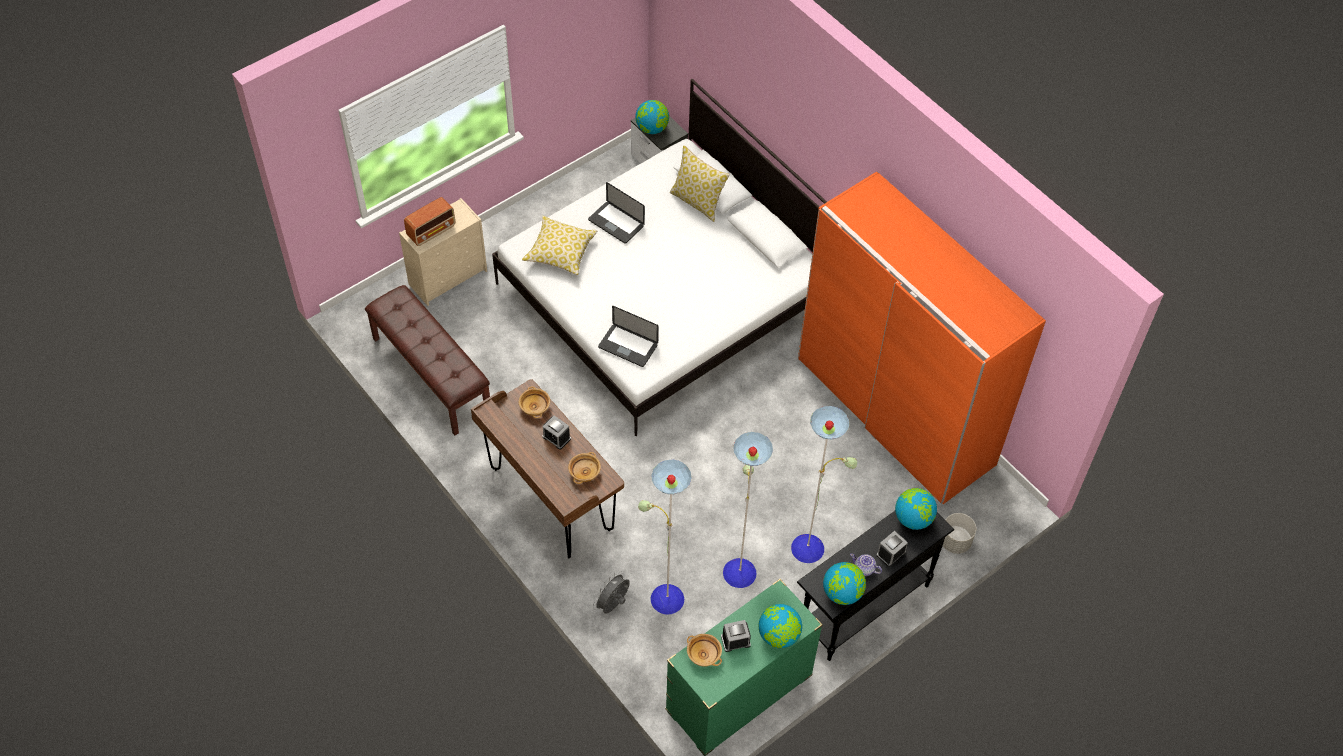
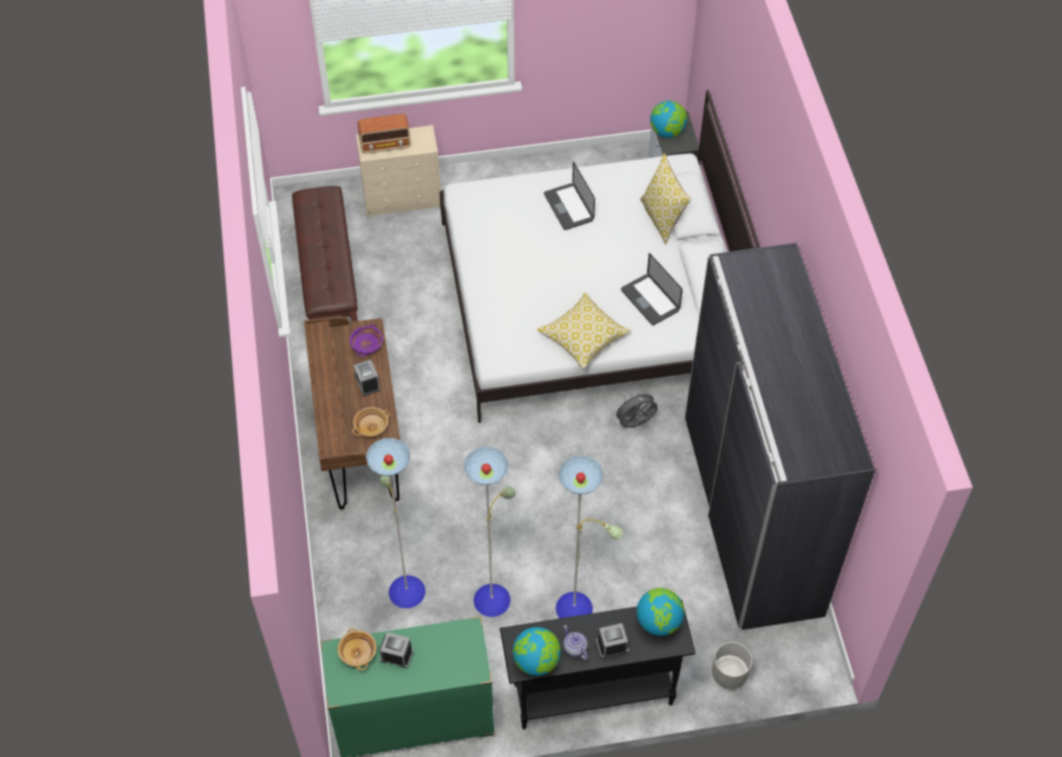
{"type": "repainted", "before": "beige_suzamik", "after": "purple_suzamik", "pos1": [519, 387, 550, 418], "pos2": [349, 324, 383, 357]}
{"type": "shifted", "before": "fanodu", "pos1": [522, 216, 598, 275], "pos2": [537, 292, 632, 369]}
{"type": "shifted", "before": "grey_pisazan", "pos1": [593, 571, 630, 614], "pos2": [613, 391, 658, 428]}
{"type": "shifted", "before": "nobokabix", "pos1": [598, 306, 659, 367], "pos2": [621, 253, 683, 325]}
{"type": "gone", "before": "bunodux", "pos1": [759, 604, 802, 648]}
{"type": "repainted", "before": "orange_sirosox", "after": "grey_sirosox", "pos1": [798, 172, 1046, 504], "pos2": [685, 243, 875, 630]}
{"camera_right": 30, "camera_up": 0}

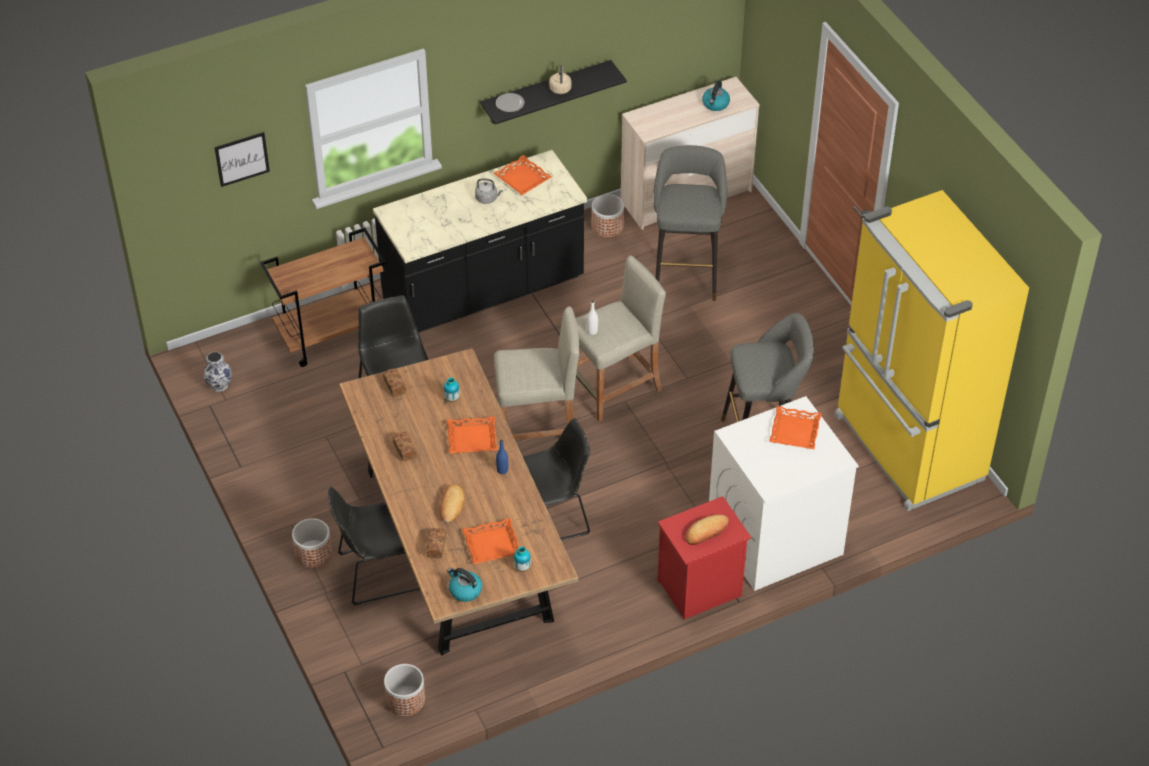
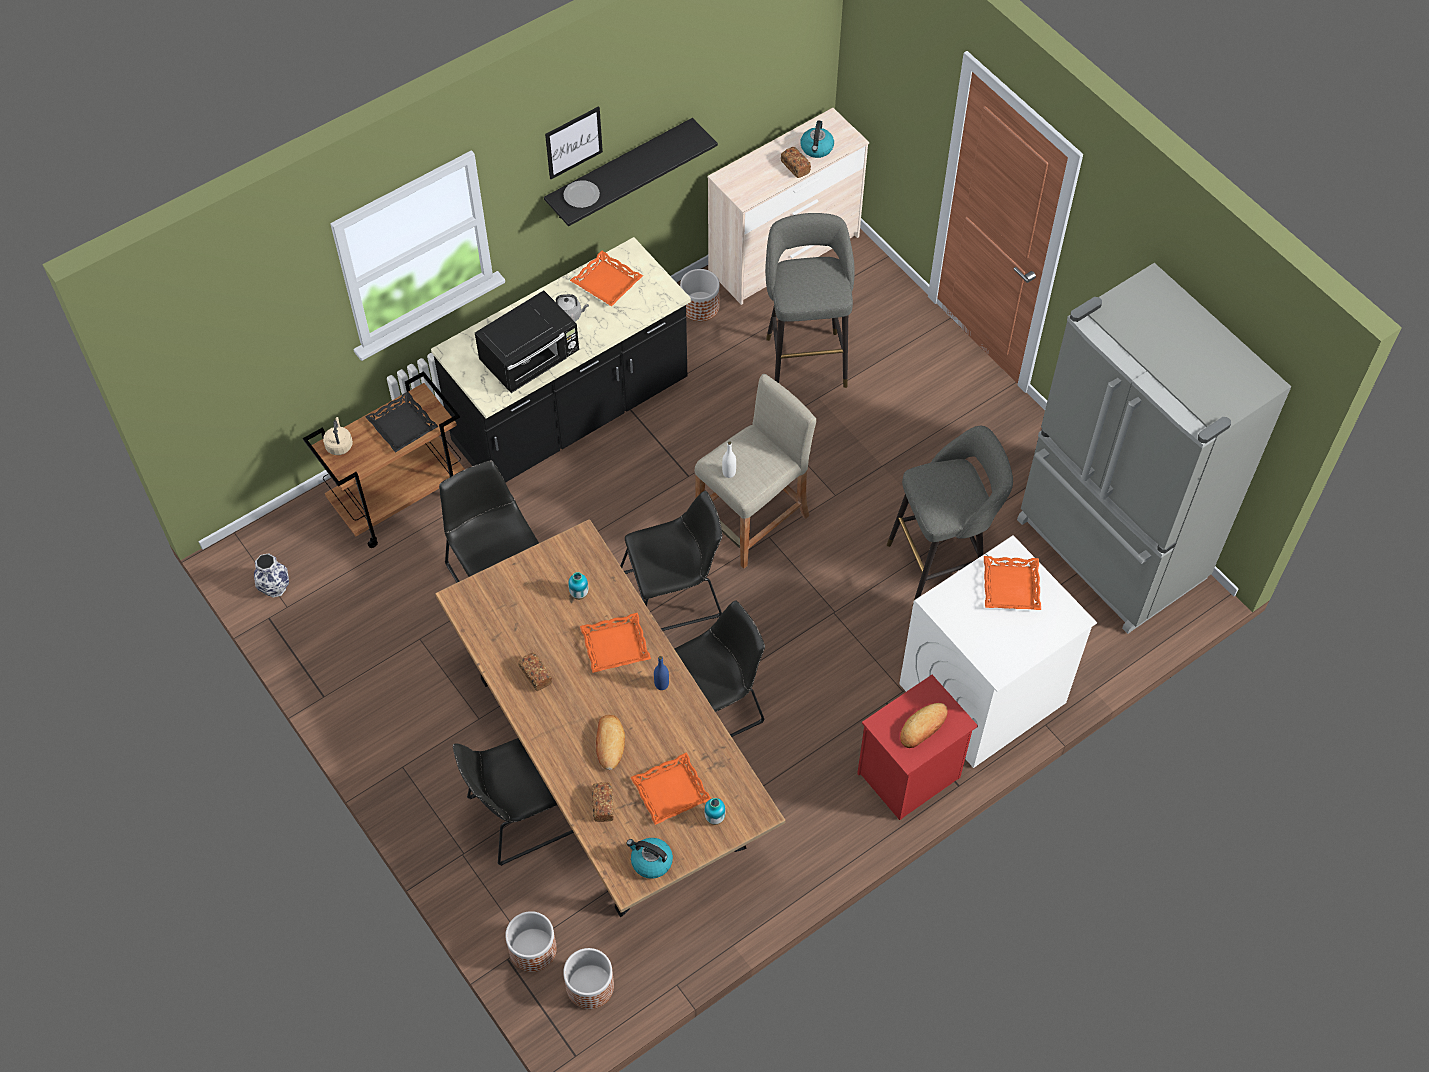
{"type": "shifted", "before": "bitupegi", "pos1": [215, 132, 270, 187], "pos2": [545, 106, 603, 179]}
{"type": "shifted", "before": "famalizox", "pos1": [292, 518, 332, 568], "pos2": [505, 911, 557, 972]}
{"type": "shifted", "before": "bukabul", "pos1": [383, 368, 406, 397], "pos2": [781, 147, 811, 178]}
{"type": "swapped", "before": "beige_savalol", "after": "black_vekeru", "pos1": [494, 306, 579, 439], "pos2": [620, 491, 722, 631]}
{"type": "shifted", "before": "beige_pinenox", "pos1": [549, 65, 572, 94], "pos2": [323, 417, 353, 455]}
{"type": "repainted", "before": "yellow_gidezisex", "after": "grey_gidezisex", "pos1": [835, 190, 1029, 511], "pos2": [1017, 263, 1291, 634]}
{"type": "new", "after": "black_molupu", "pos2": [365, 391, 439, 453]}
{"type": "new", "after": "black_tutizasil", "pos2": [475, 290, 579, 393]}
{"camera_right": -10, "camera_up": 10}

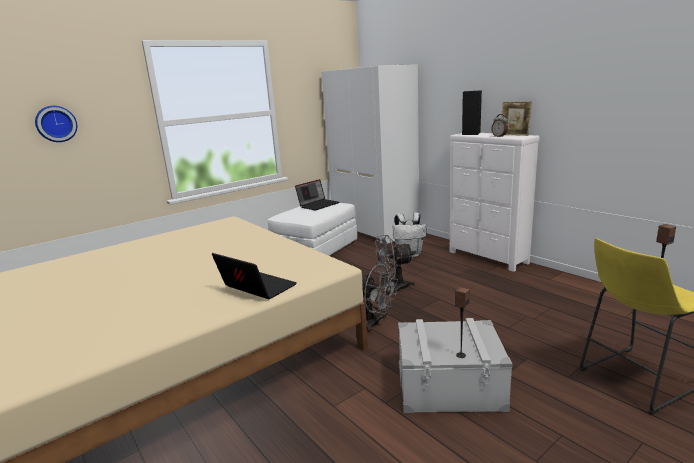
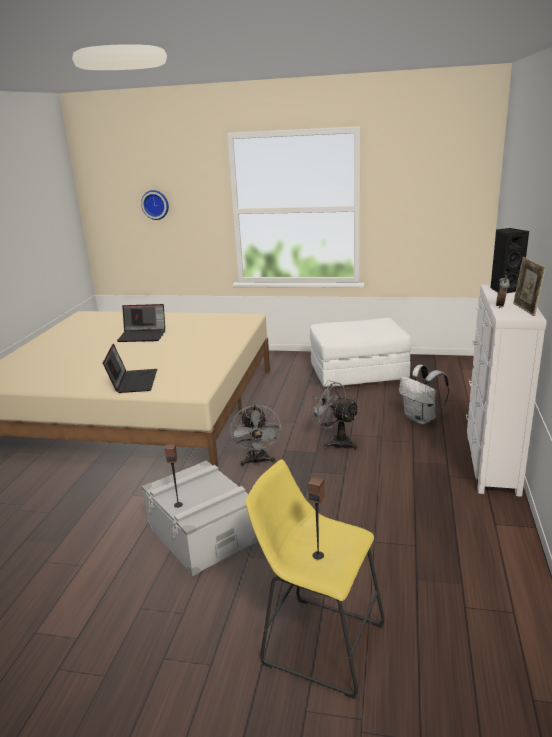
{"type": "shifted", "before": "nobokabix", "pos1": [295, 179, 339, 211], "pos2": [117, 304, 165, 342]}
{"type": "gone", "before": "white_sirosox", "pos1": [321, 64, 420, 244]}
{"camera_right": 50, "camera_up": 5}

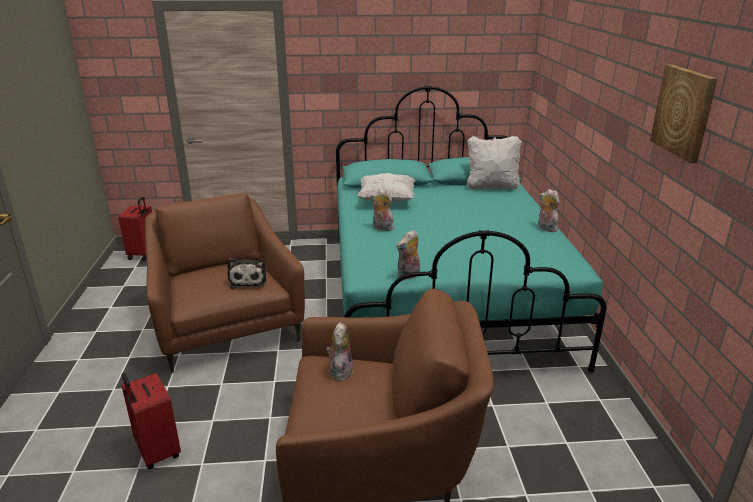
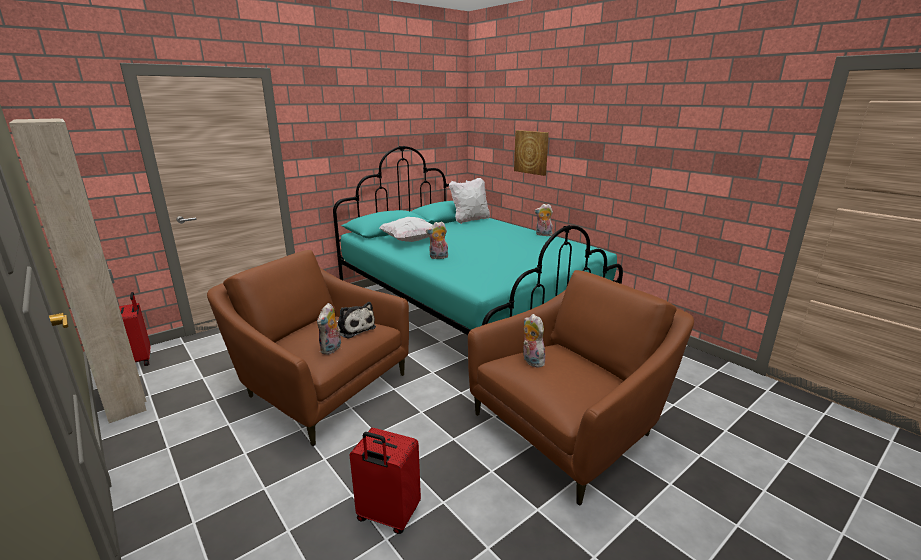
{"type": "shifted", "before": "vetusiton", "pos1": [397, 230, 420, 280], "pos2": [317, 303, 341, 355]}
{"type": "shifted", "before": "bitupegi", "pos1": [650, 64, 718, 163], "pos2": [514, 130, 549, 176]}
{"type": "new", "after": "beige_sirosox", "pos2": [9, 118, 147, 423]}
{"camera_right": -35, "camera_up": -5}

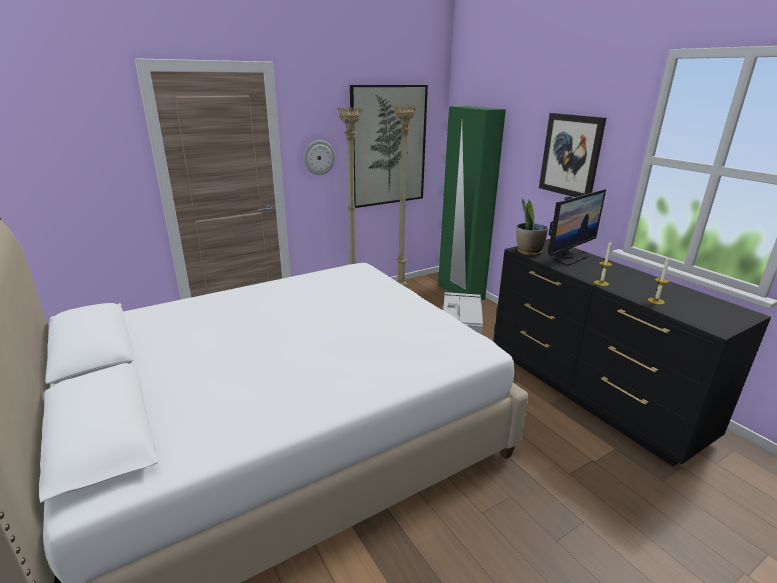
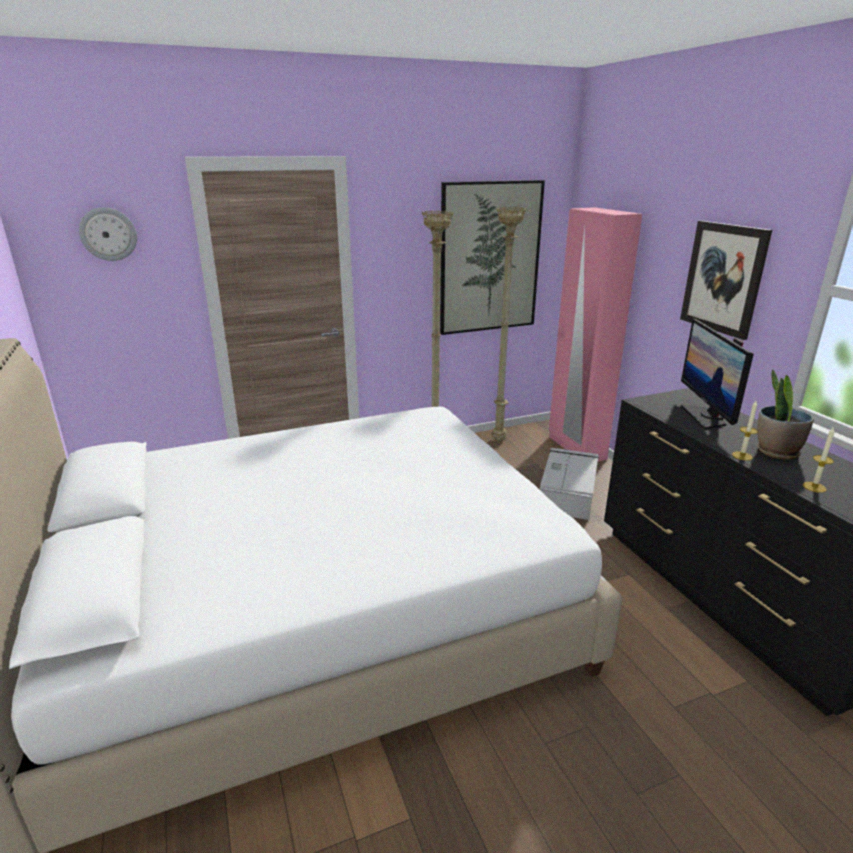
{"type": "shifted", "before": "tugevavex", "pos1": [304, 140, 335, 175], "pos2": [79, 207, 137, 261]}
{"type": "repainted", "before": "green_sirosox", "after": "pink_sirosox", "pos1": [438, 106, 506, 300], "pos2": [549, 207, 642, 462]}
{"type": "shifted", "before": "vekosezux", "pos1": [516, 198, 548, 256], "pos2": [757, 370, 814, 460]}
{"type": "rotated", "before": "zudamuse", "pos1": [548, 189, 606, 266], "pos2": [681, 319, 754, 429], "turn": 120}
{"camera_right": 10, "camera_up": 0}

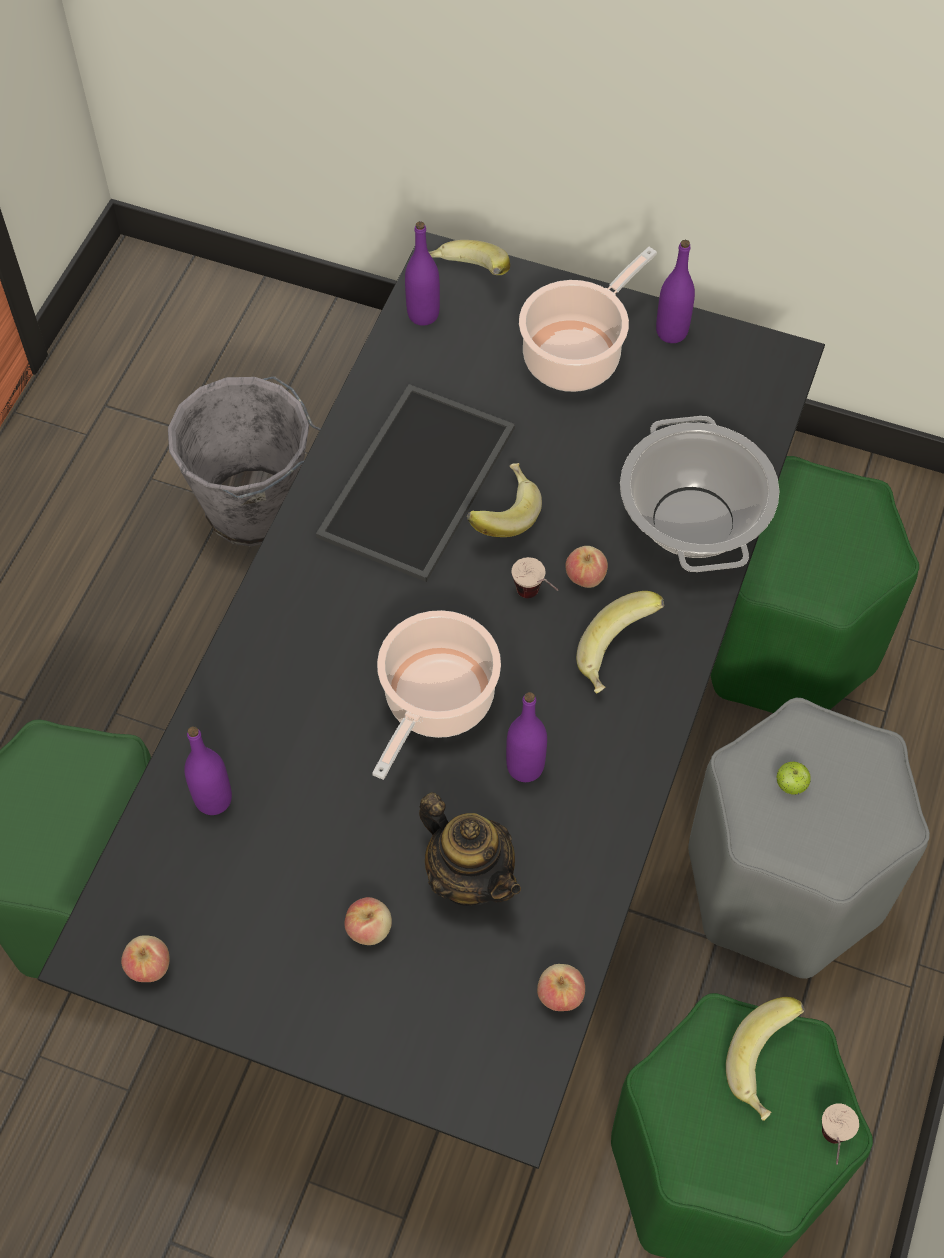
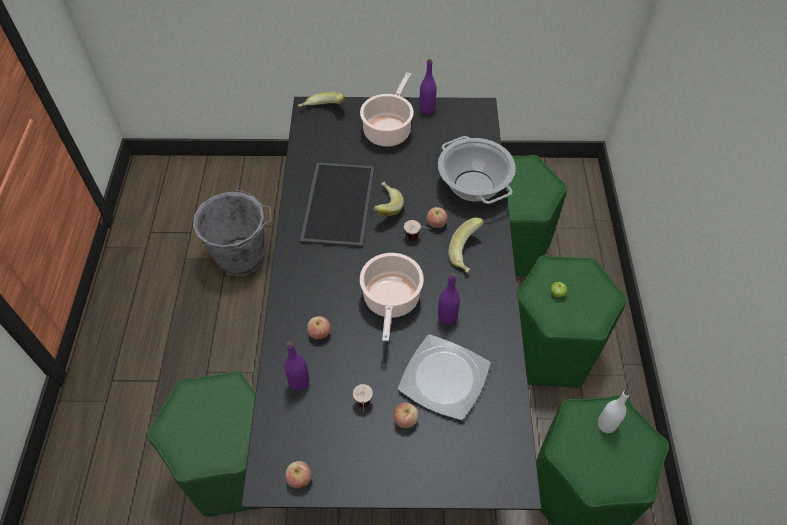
{"type": "gone", "before": "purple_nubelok", "pos1": [405, 221, 440, 326]}
{"type": "swapped", "before": "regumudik", "after": "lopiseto", "pos1": [419, 792, 521, 906], "pos2": [398, 334, 491, 420]}
{"type": "shifted", "before": "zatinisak", "pos1": [537, 964, 585, 1011], "pos2": [307, 316, 331, 339]}
{"type": "repainted", "before": "grey_savalol", "after": "green_savalol", "pos1": [688, 698, 930, 979], "pos2": [517, 255, 627, 388]}
{"type": "swapped", "before": "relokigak", "after": "white_nubelok", "pos1": [726, 997, 805, 1121], "pos2": [598, 390, 630, 433]}
{"type": "shifted", "before": "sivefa", "pos1": [822, 1104, 859, 1165], "pos2": [353, 384, 373, 413]}
{"camera_right": -20, "camera_up": -5}

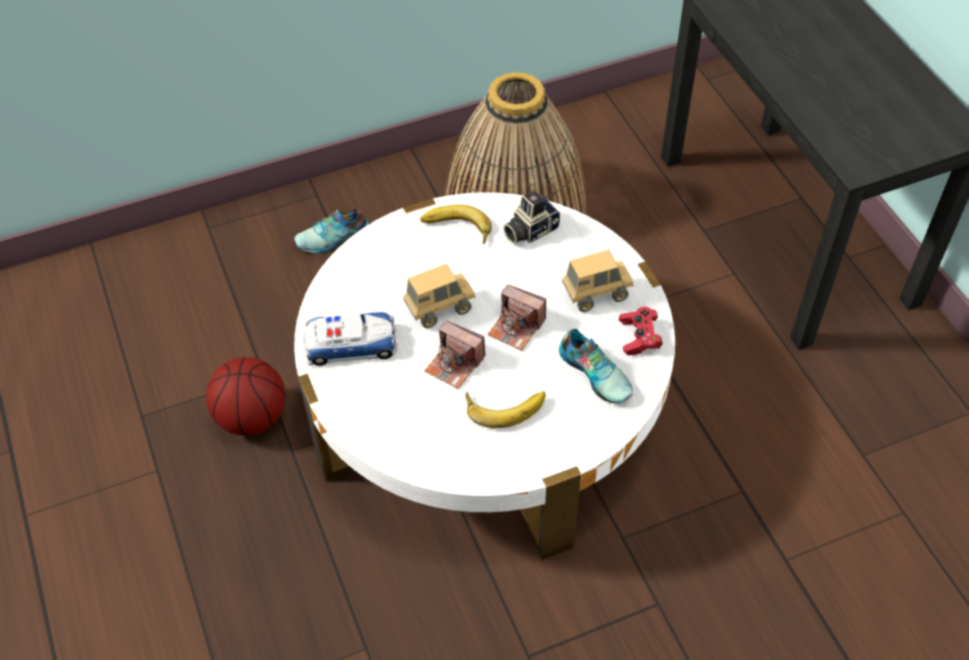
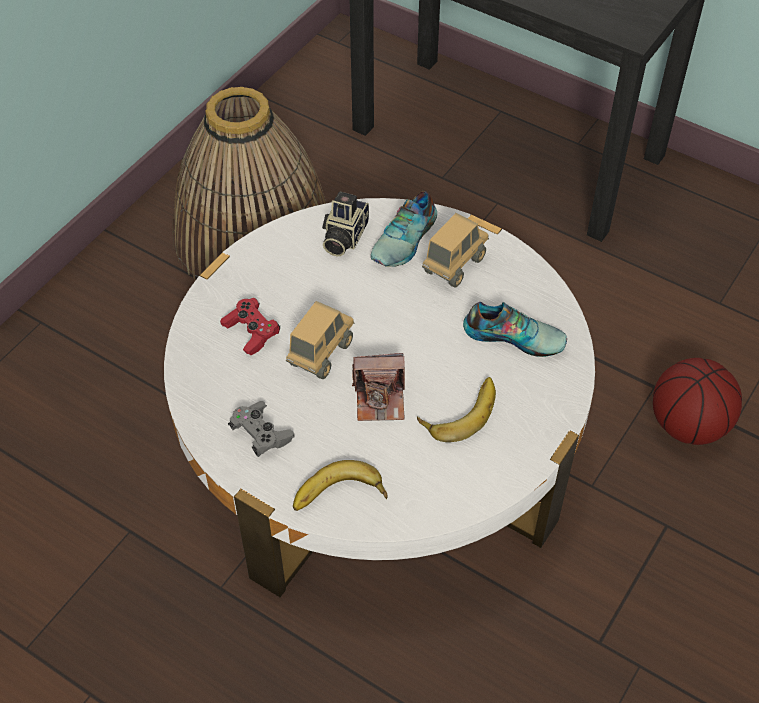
{"type": "shifted", "before": "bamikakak", "pos1": [206, 357, 285, 435], "pos2": [653, 358, 742, 445]}
{"type": "shifted", "before": "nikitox", "pos1": [294, 209, 369, 254], "pos2": [371, 191, 437, 267]}
{"type": "swapped", "before": "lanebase", "after": "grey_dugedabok", "pos1": [303, 312, 398, 366], "pos2": [228, 401, 295, 457]}
{"type": "shifted", "before": "relokigak", "pos1": [420, 205, 492, 244], "pos2": [293, 460, 387, 511]}
{"type": "gone", "before": "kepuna", "pos1": [487, 285, 546, 351]}
{"type": "shifted", "before": "red_dugedabok", "pos1": [619, 307, 662, 355], "pos2": [220, 298, 280, 355]}
{"camera_right": -35, "camera_up": 0}

